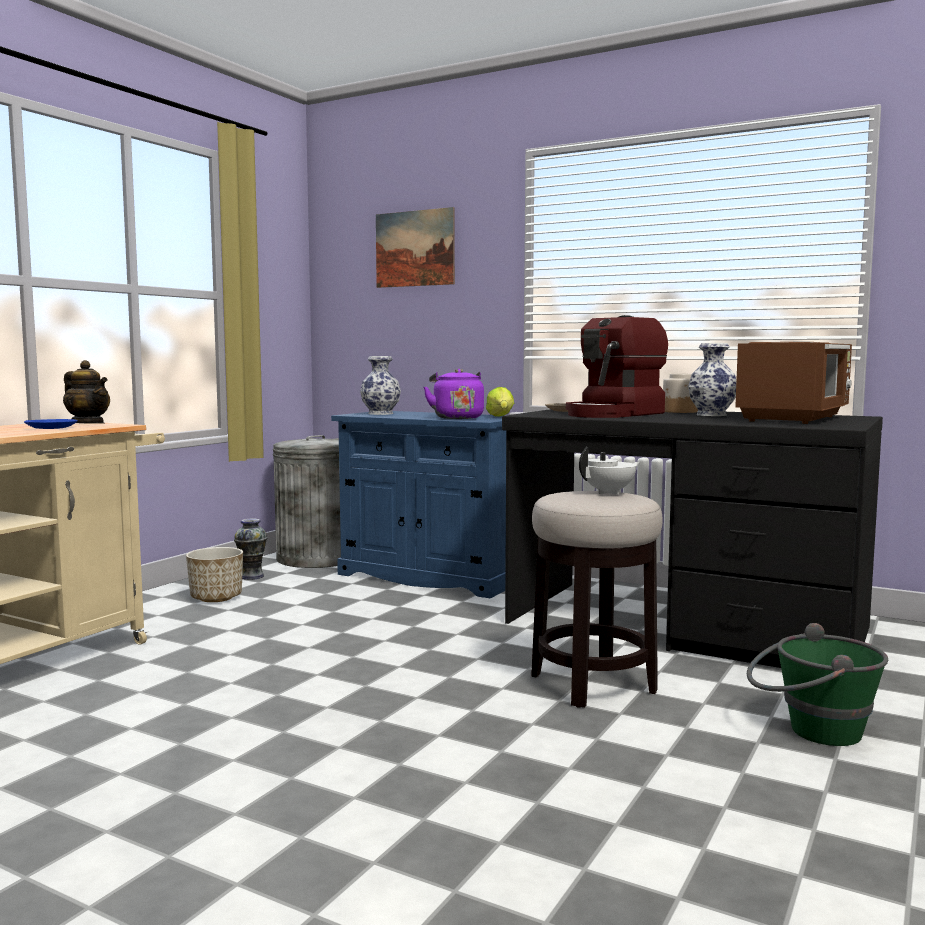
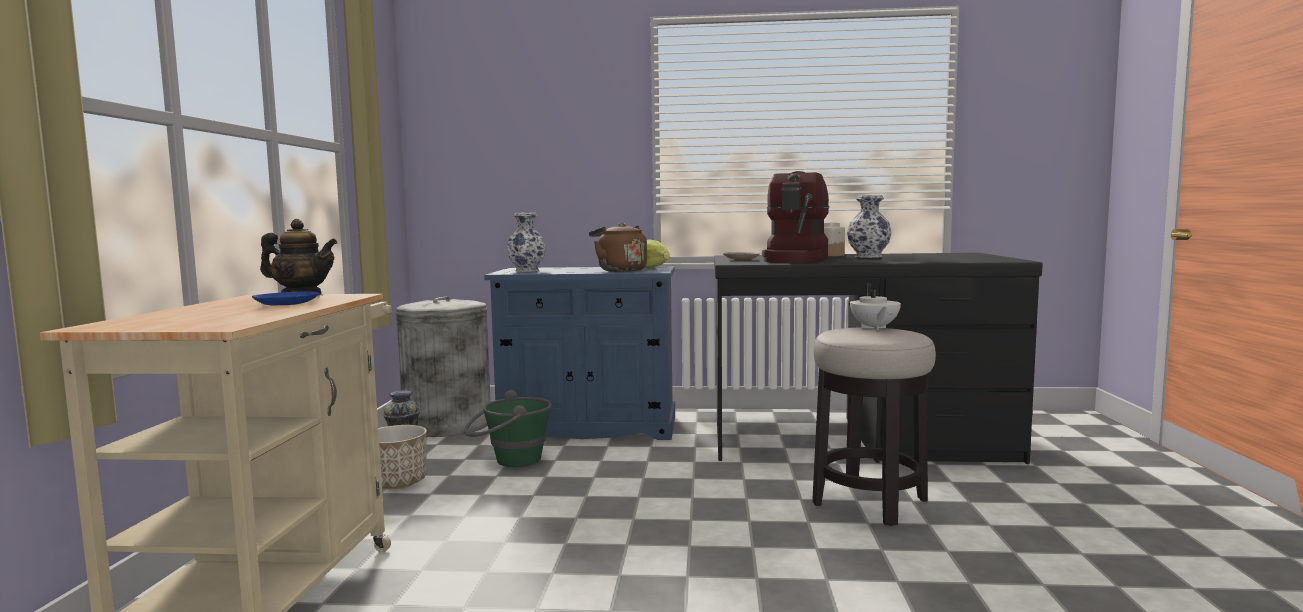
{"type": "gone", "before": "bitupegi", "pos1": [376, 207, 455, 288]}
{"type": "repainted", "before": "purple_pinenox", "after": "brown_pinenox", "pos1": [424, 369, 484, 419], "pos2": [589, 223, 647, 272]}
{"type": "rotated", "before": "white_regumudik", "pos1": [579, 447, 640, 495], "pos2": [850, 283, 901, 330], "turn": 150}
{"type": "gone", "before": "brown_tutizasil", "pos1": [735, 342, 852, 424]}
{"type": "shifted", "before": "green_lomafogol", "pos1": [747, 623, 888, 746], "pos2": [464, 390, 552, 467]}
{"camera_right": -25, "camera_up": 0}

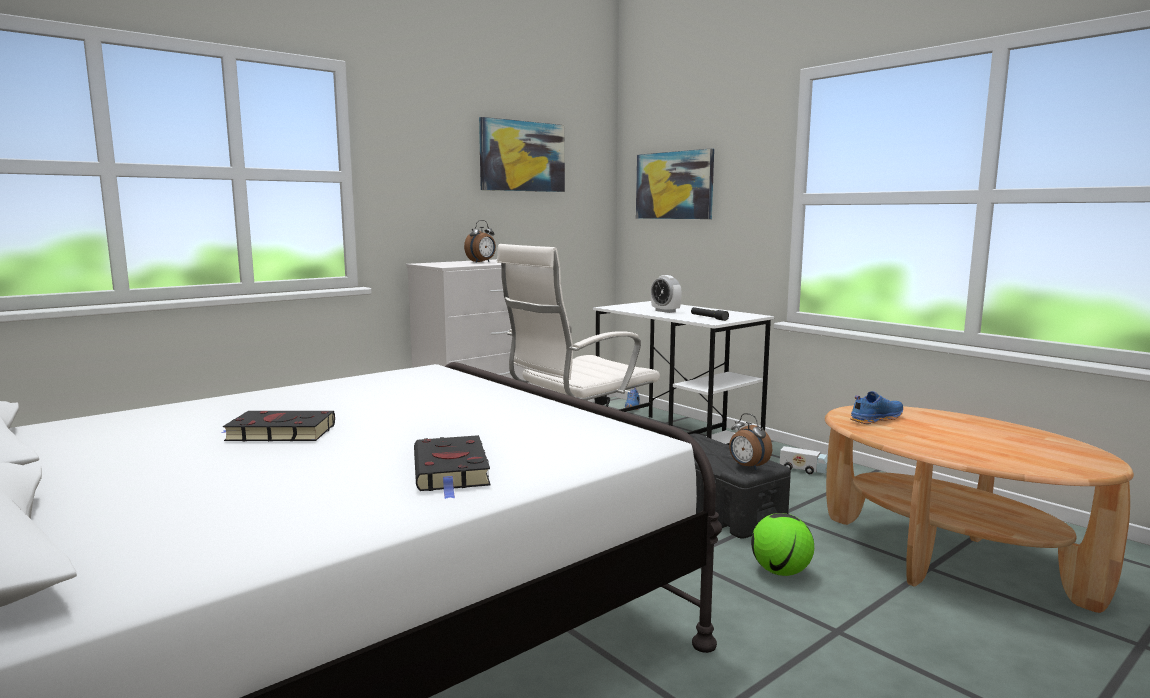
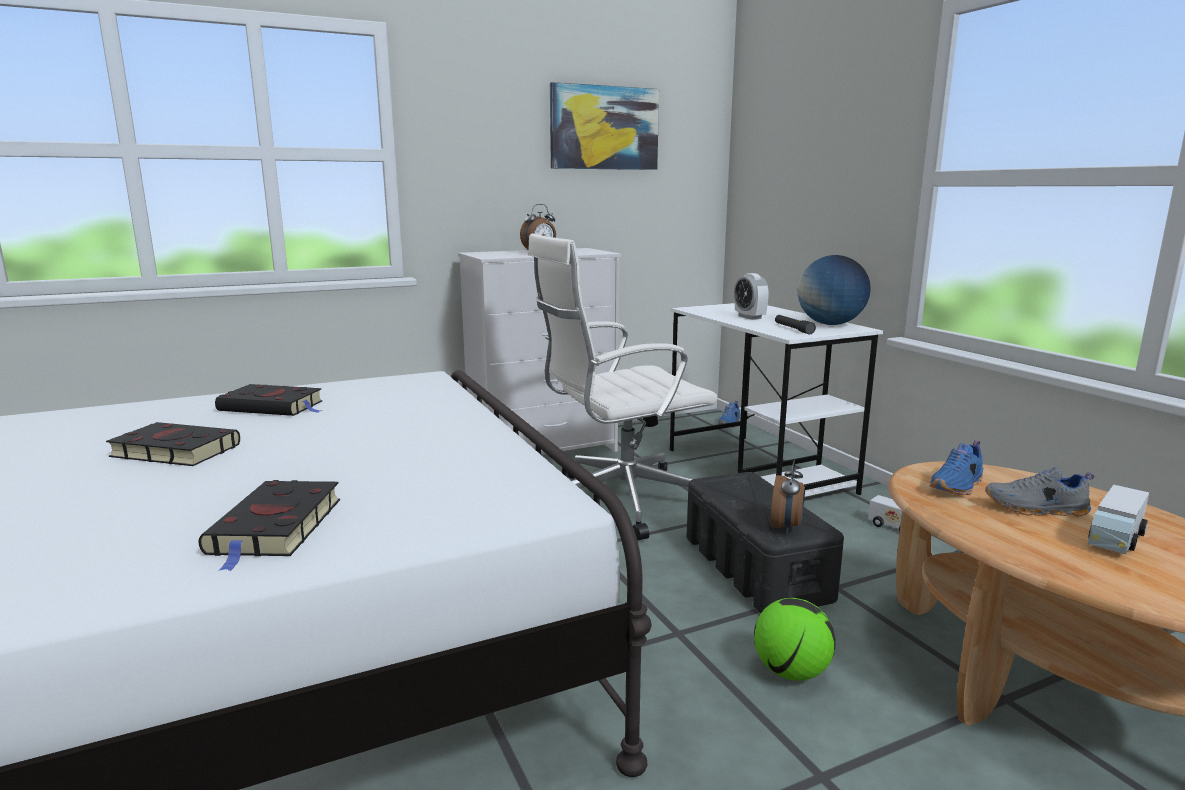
{"type": "gone", "before": "bitupegi", "pos1": [636, 149, 714, 219]}
{"type": "rotated", "before": "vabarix", "pos1": [729, 413, 772, 470], "pos2": [771, 460, 805, 533], "turn": -135}
{"type": "rotated", "before": "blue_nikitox", "pos1": [850, 391, 903, 424], "pos2": [929, 440, 983, 495], "turn": 150}
{"type": "new", "after": "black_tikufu", "pos2": [215, 384, 323, 416]}
{"type": "new", "after": "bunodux", "pos2": [798, 255, 871, 325]}
{"type": "new", "after": "grey_nikitox", "pos2": [985, 467, 1094, 516]}
{"type": "new", "after": "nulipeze", "pos2": [1088, 485, 1149, 554]}
{"camera_right": 15, "camera_up": 5}

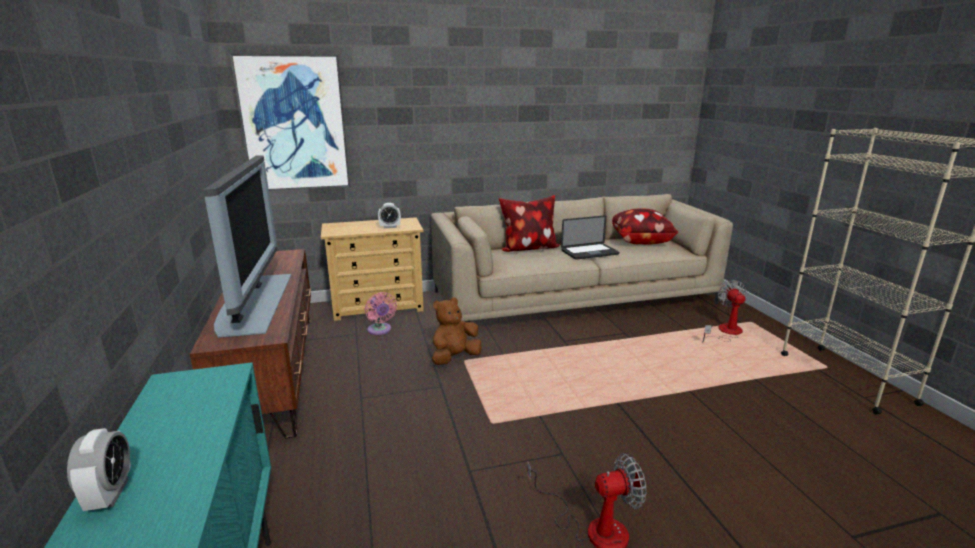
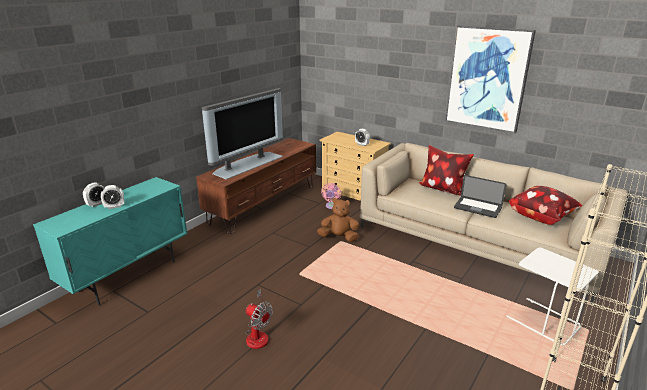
{"type": "shifted", "before": "bitupegi", "pos1": [230, 54, 350, 191], "pos2": [445, 25, 536, 133]}
{"type": "swapped", "before": "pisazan", "after": "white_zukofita", "pos1": [702, 280, 746, 343], "pos2": [506, 247, 599, 345]}
{"type": "new", "after": "vabarix", "pos2": [101, 185, 124, 209]}
{"camera_right": 50, "camera_up": 5}

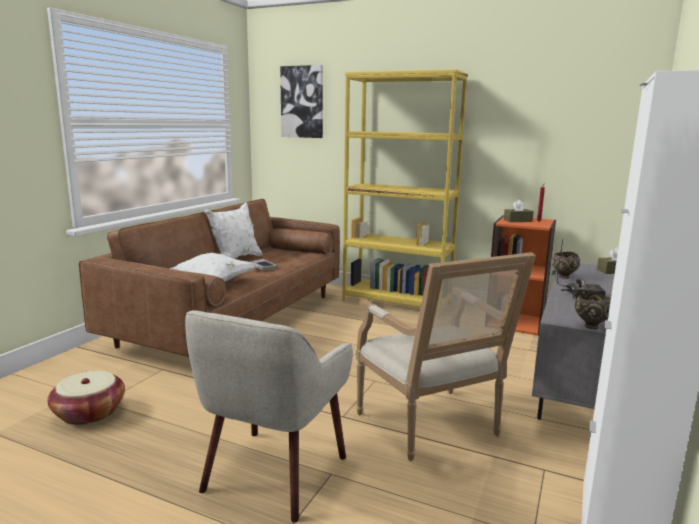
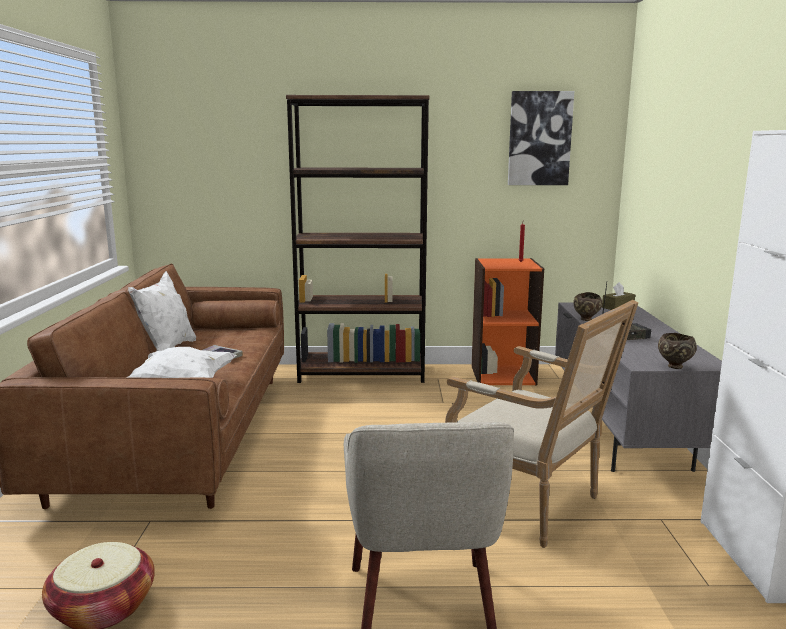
{"type": "shifted", "before": "bitupegi", "pos1": [280, 65, 323, 138], "pos2": [508, 91, 574, 185]}
{"type": "repainted", "before": "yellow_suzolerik", "after": "brown_suzolerik", "pos1": [342, 69, 468, 307], "pos2": [286, 95, 430, 383]}
{"type": "gone", "before": "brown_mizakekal", "pos1": [504, 200, 534, 222]}
{"camera_right": -25, "camera_up": 0}

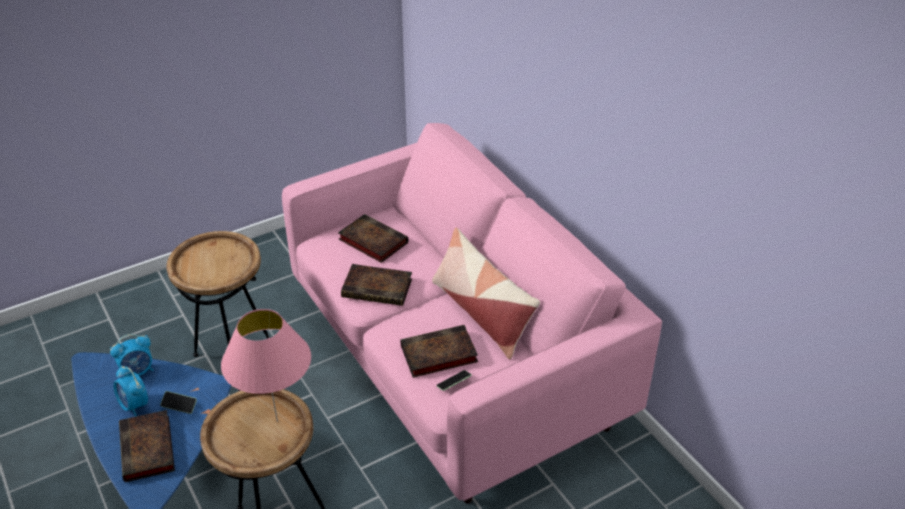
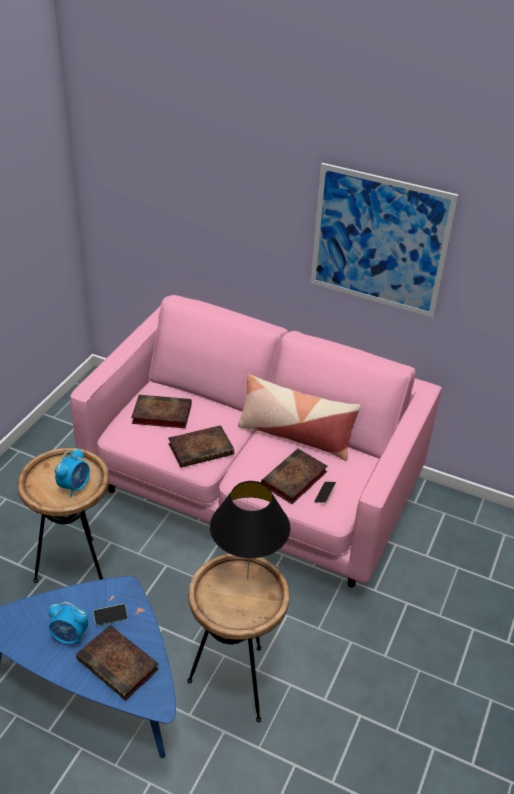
{"type": "shifted", "before": "vabarix", "pos1": [110, 334, 154, 376], "pos2": [55, 448, 90, 498]}
{"type": "repainted", "before": "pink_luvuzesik", "after": "black_luvuzesik", "pos1": [221, 309, 311, 422], "pos2": [210, 481, 291, 580]}
{"type": "new", "after": "bitupegi", "pos2": [311, 163, 459, 318]}
{"camera_right": -35, "camera_up": 0}

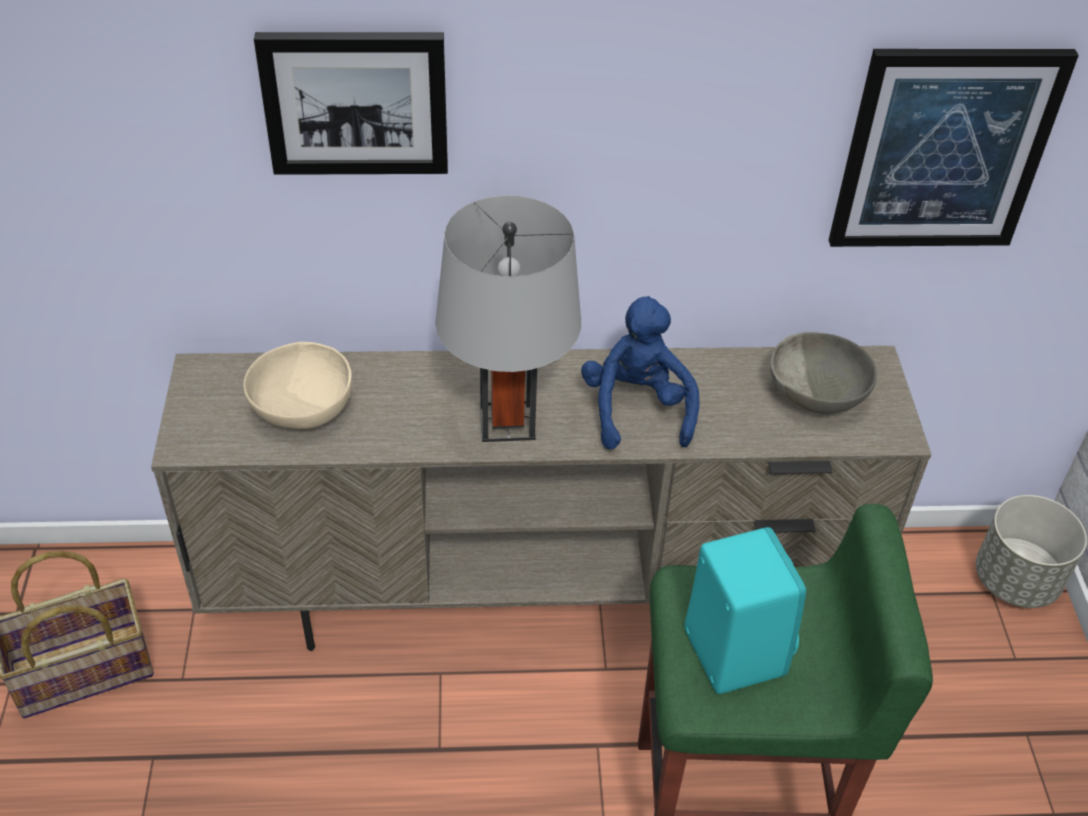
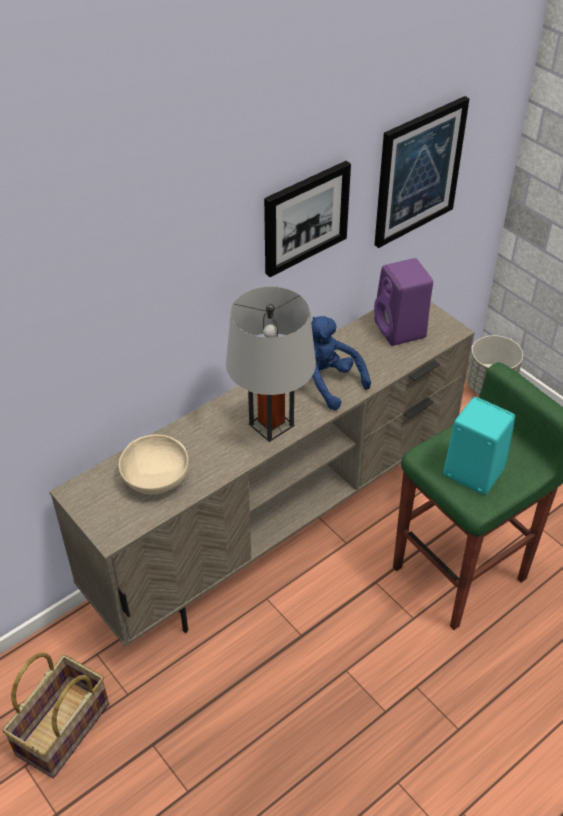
{"type": "shifted", "before": "bitupegi", "pos1": [254, 32, 448, 175], "pos2": [264, 161, 351, 277]}
{"type": "swapped", "before": "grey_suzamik", "after": "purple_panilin", "pos1": [770, 332, 877, 414], "pos2": [374, 258, 433, 346]}
{"camera_right": -35, "camera_up": 0}

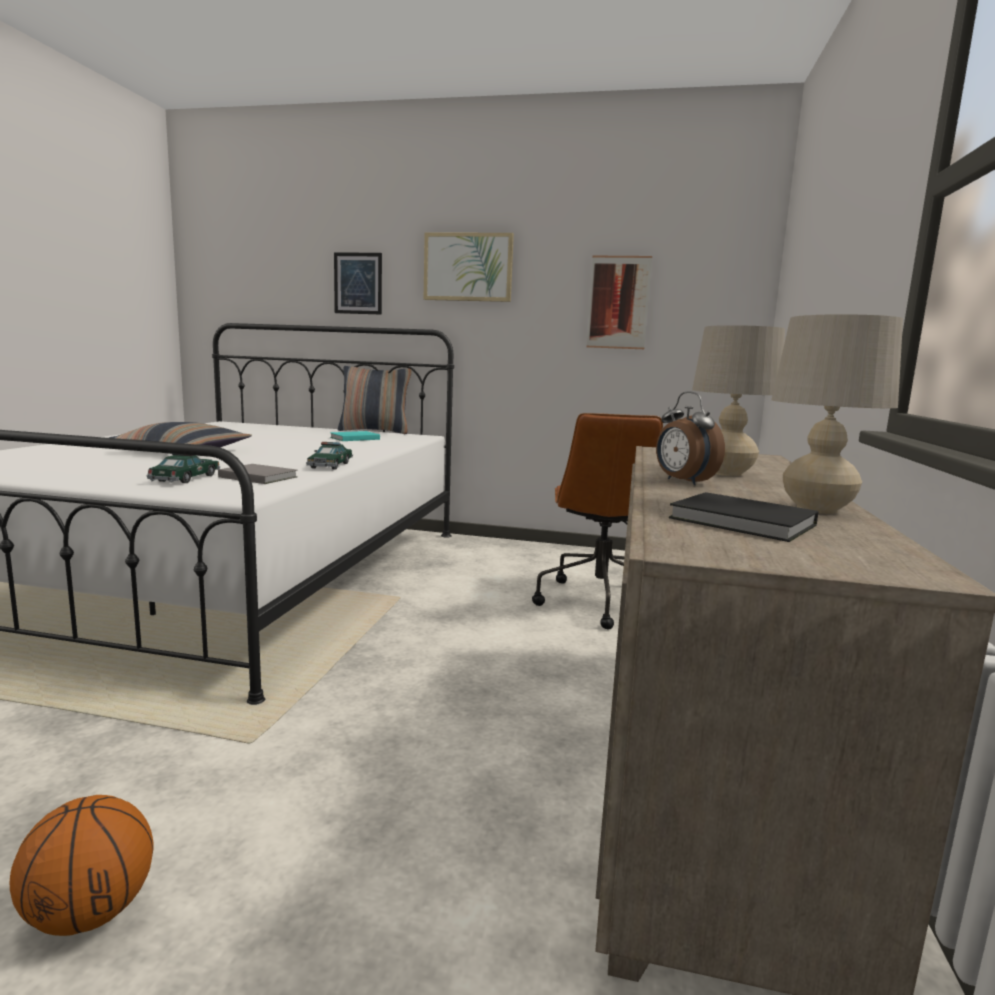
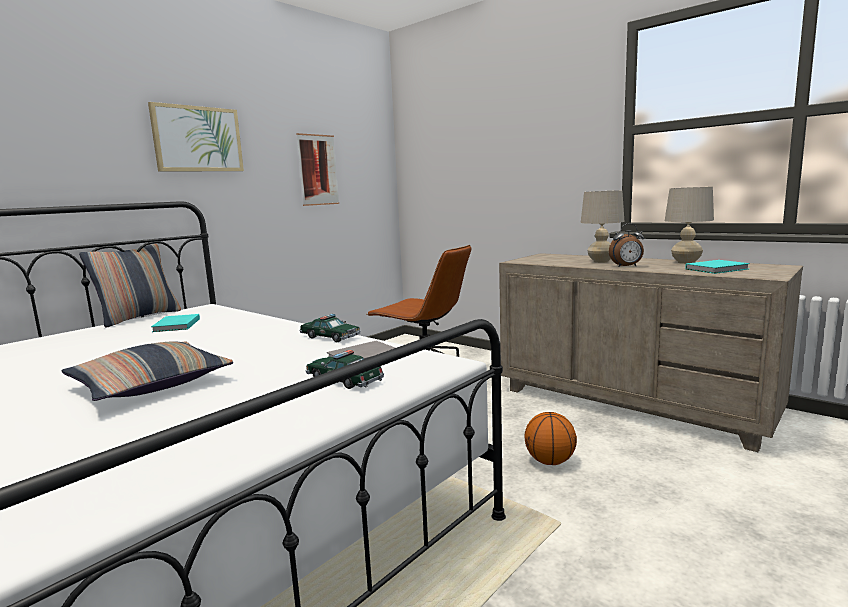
{"type": "shifted", "before": "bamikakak", "pos1": [10, 795, 153, 936], "pos2": [524, 412, 577, 465]}
{"type": "gone", "before": "bitupegi", "pos1": [334, 252, 382, 315]}
{"type": "repainted", "before": "black_tikufu", "after": "turquoise_tikufu", "pos1": [669, 492, 819, 542], "pos2": [685, 260, 750, 274]}
{"camera_right": -60, "camera_up": 0}

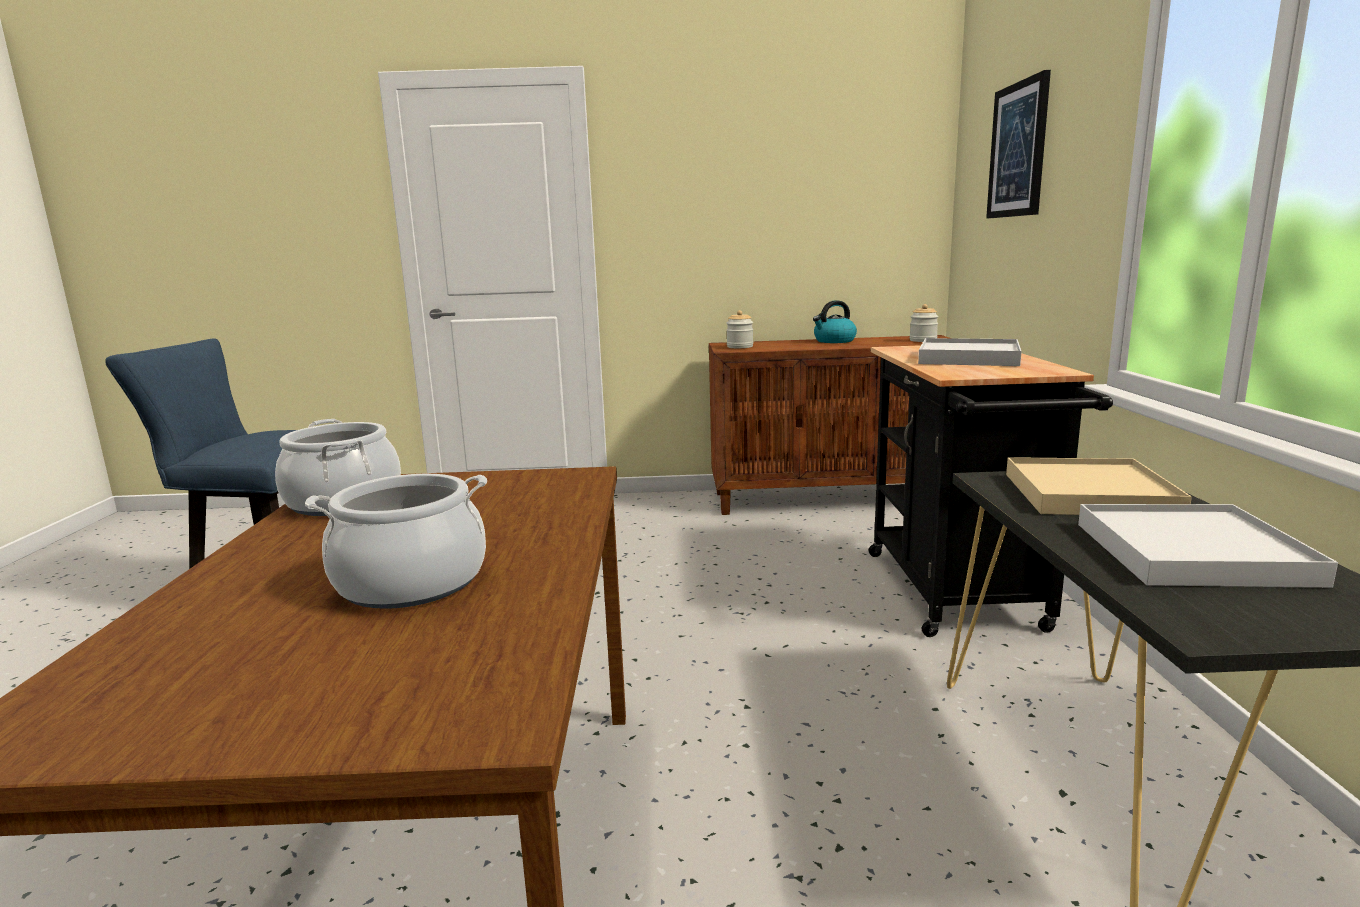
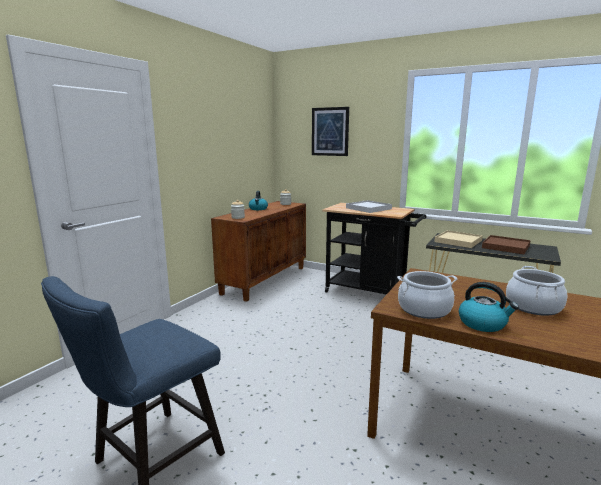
{"type": "repainted", "before": "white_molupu", "after": "brown_molupu", "pos1": [1078, 504, 1338, 588], "pos2": [482, 235, 531, 254]}
{"type": "new", "after": "pinenox", "pos2": [459, 282, 519, 332]}
{"camera_right": -60, "camera_up": 0}

